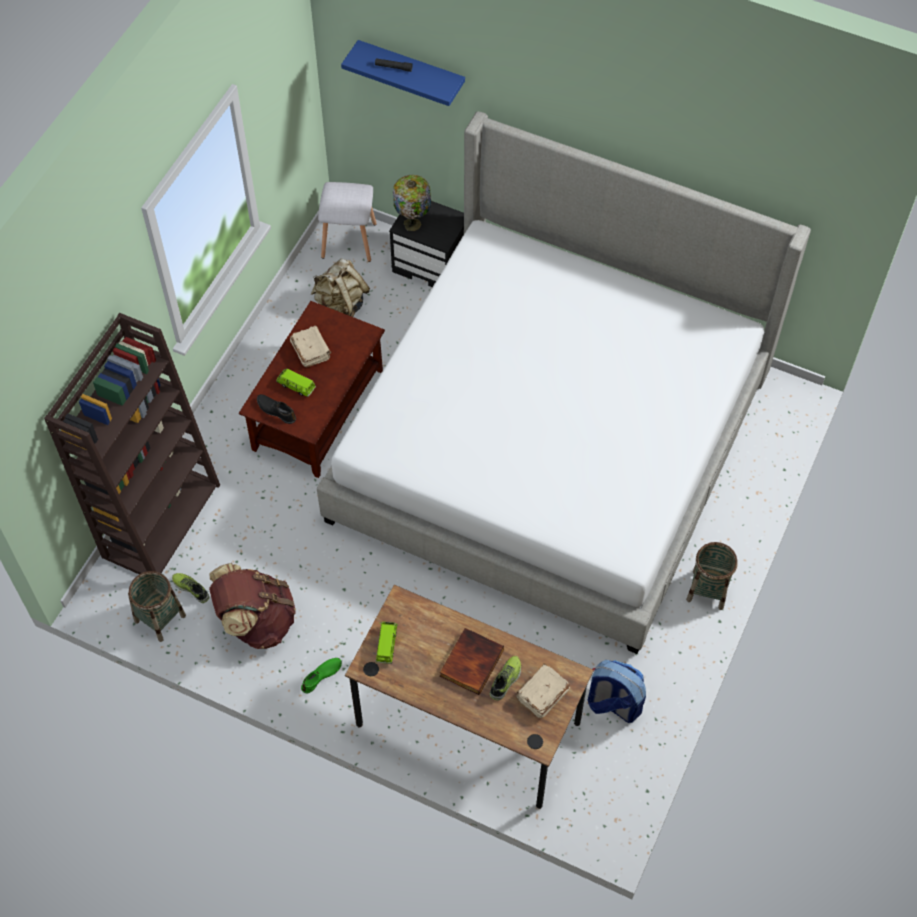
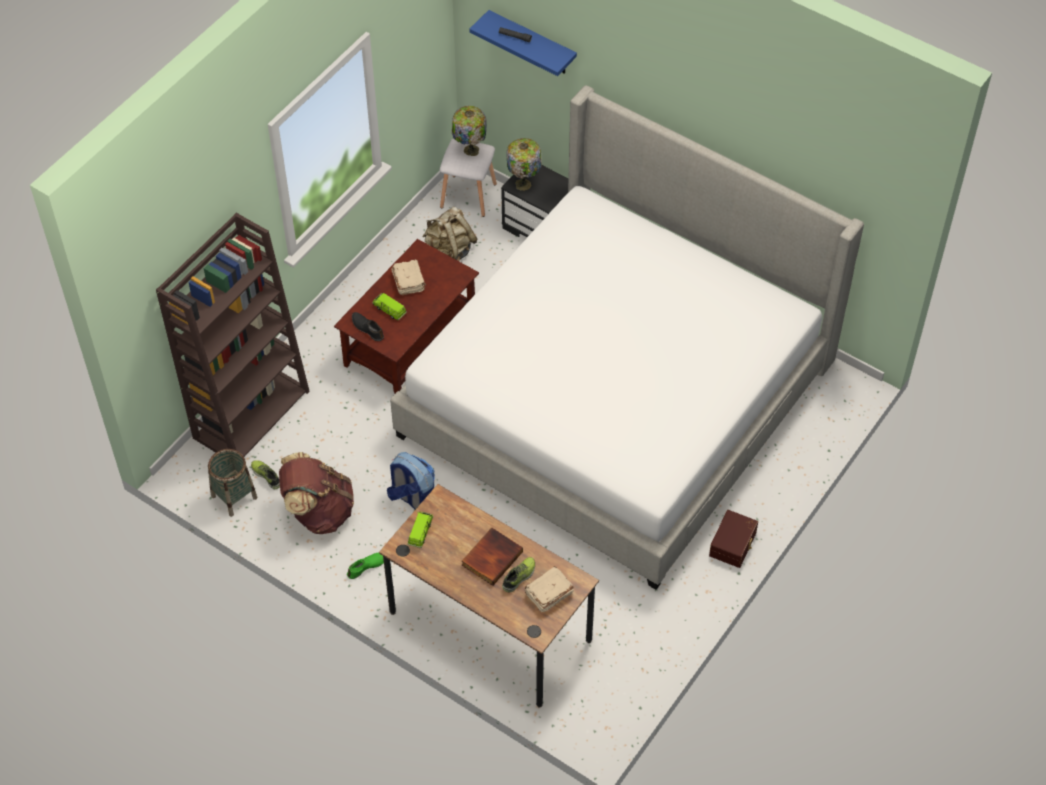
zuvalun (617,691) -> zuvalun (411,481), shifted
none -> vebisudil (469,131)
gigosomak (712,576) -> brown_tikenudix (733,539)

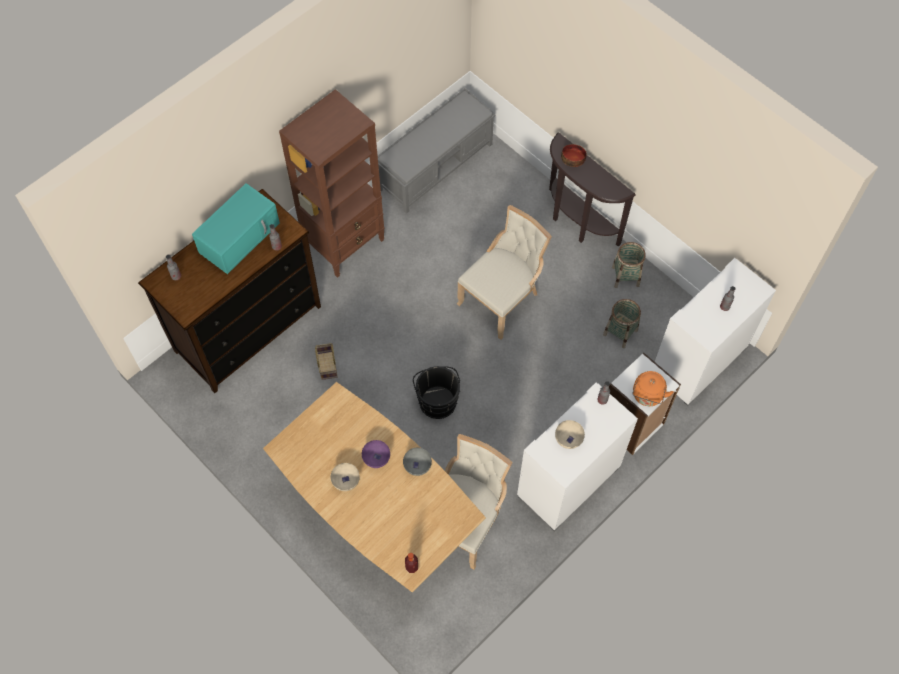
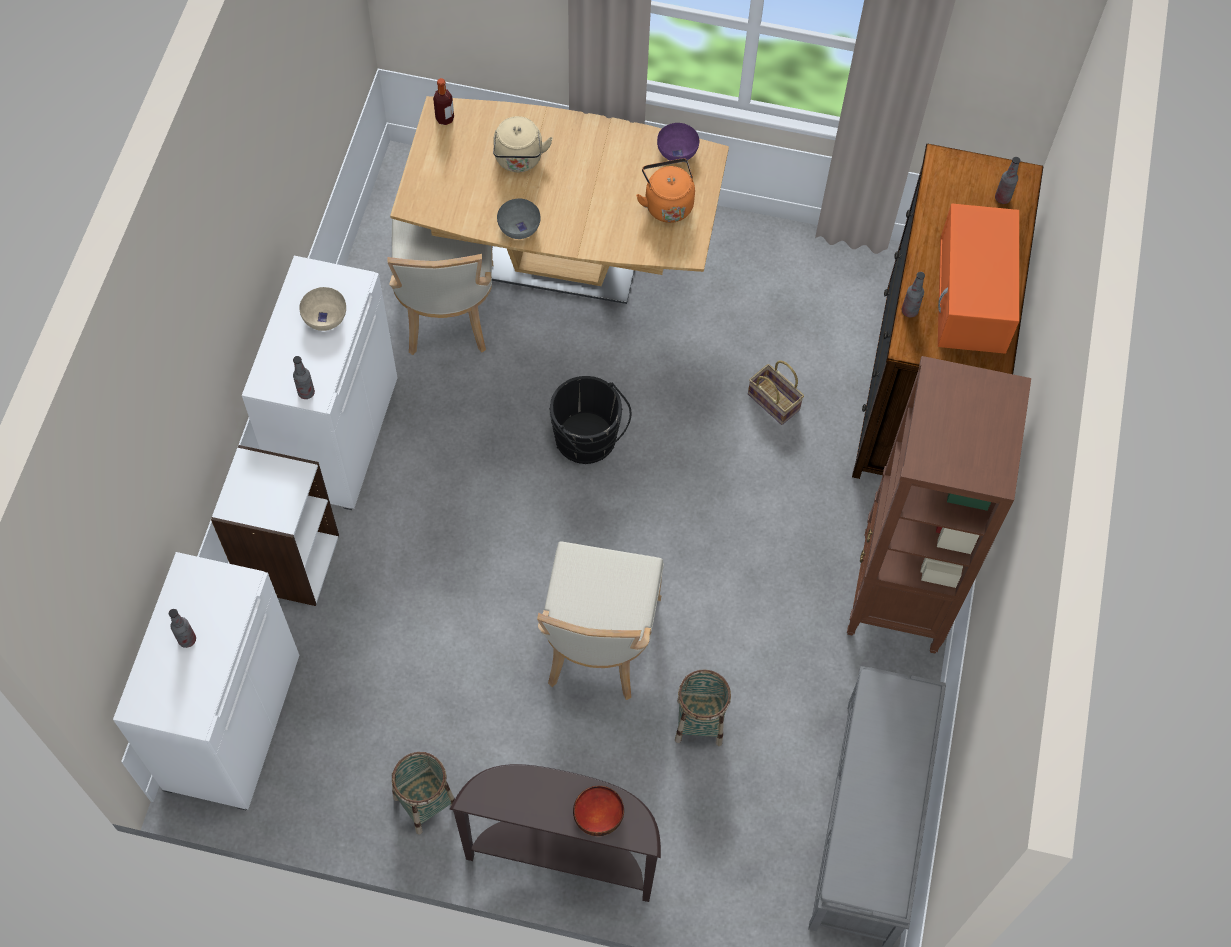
none -> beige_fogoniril (523,144)
orange_fogoniril (653,388) -> orange_fogoniril (665,190), shifted
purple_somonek (376,454) -> purple_somonek (678,142), shifted
gigosomak (622,323) -> gigosomak (703,707), shifted
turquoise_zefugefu (236,228) -> orange_zefugefu (978,279)
beige_somonek (345,477) -> none

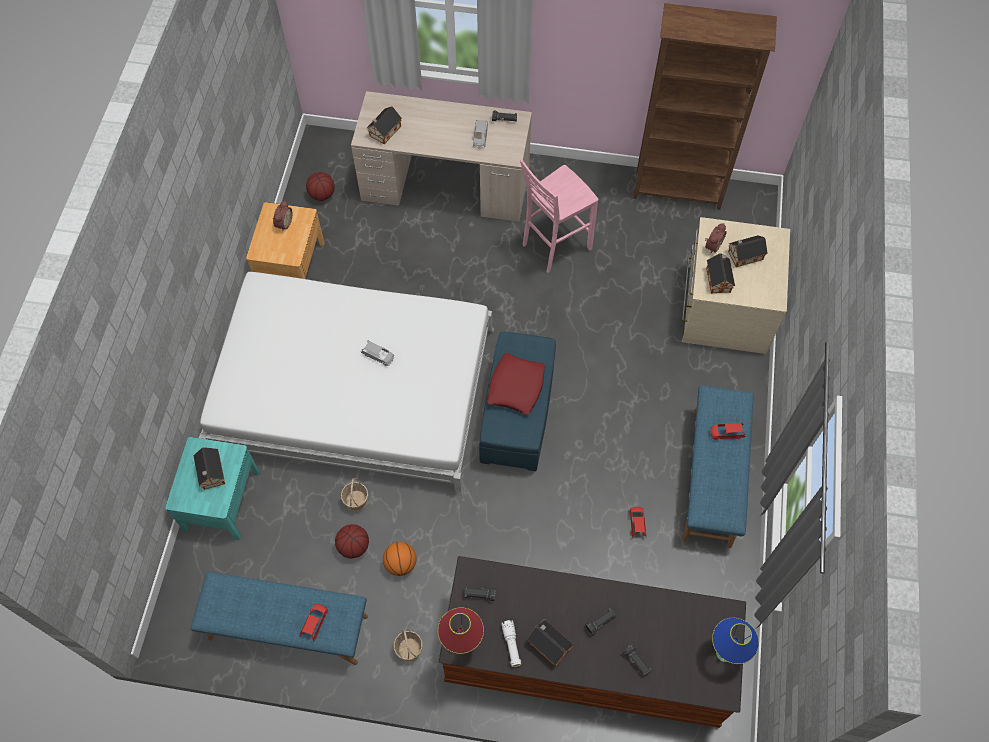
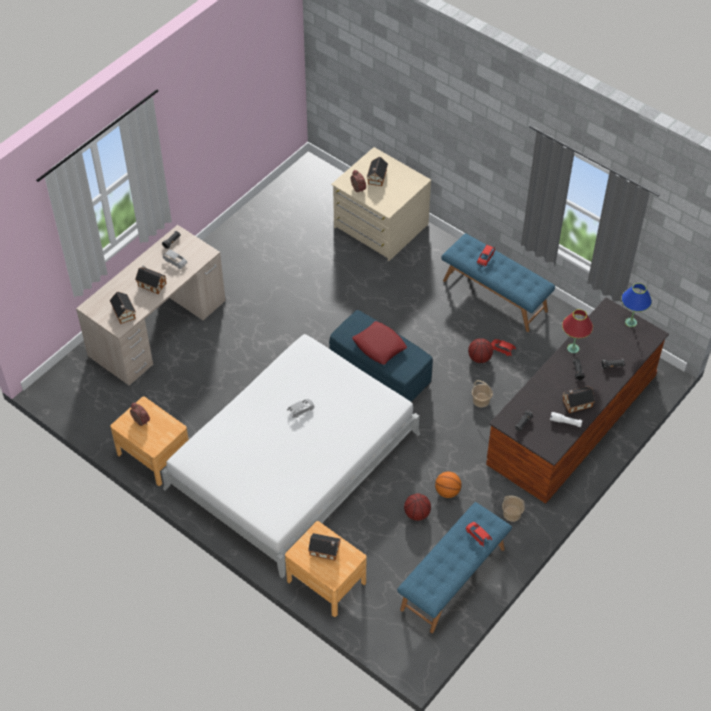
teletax (720,273) -> teletax (150,280), shifted
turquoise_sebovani (212,488) -> brown_sebovani (326,569)
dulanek (320,186) -> dulanek (480,350), shifted
gigosomak (354,495) -> gigosomak (482,393), shifted
red_vebisudil (461,631) -> red_vebisudil (577,331), shifted
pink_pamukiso (559,216) -> none
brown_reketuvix (705,106) -> none

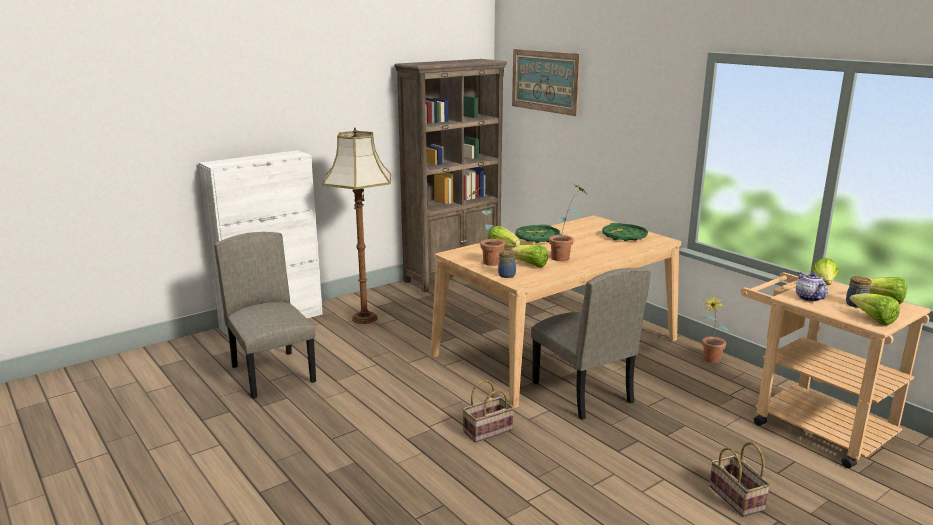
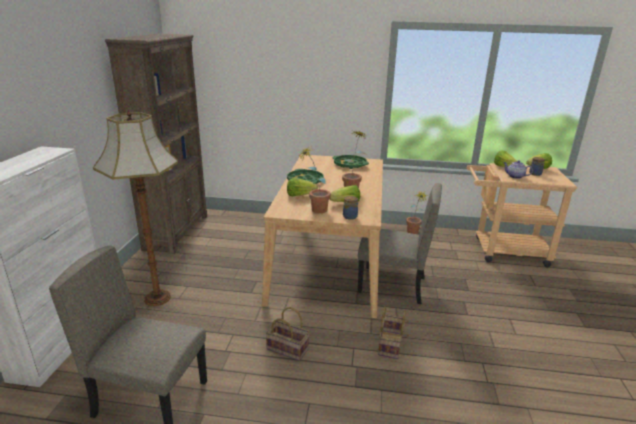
gigosomak (740,479) -> gigosomak (288,334), shifted
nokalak (546,82) -> none
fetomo (874,309) -> none

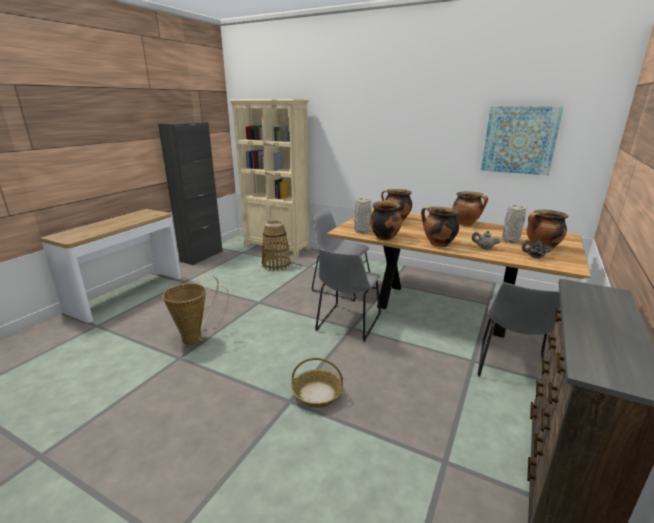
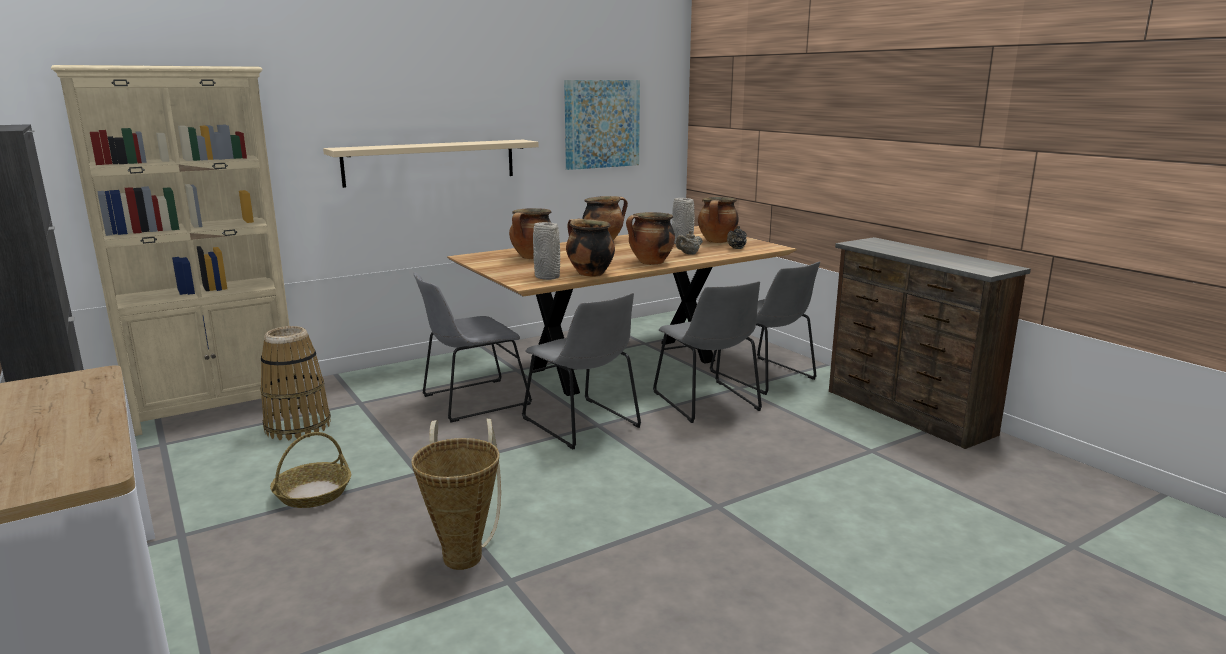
gigosomak (317,383) -> gigosomak (310,470), shifted
none -> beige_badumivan (431,164)
none -> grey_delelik (707,352)

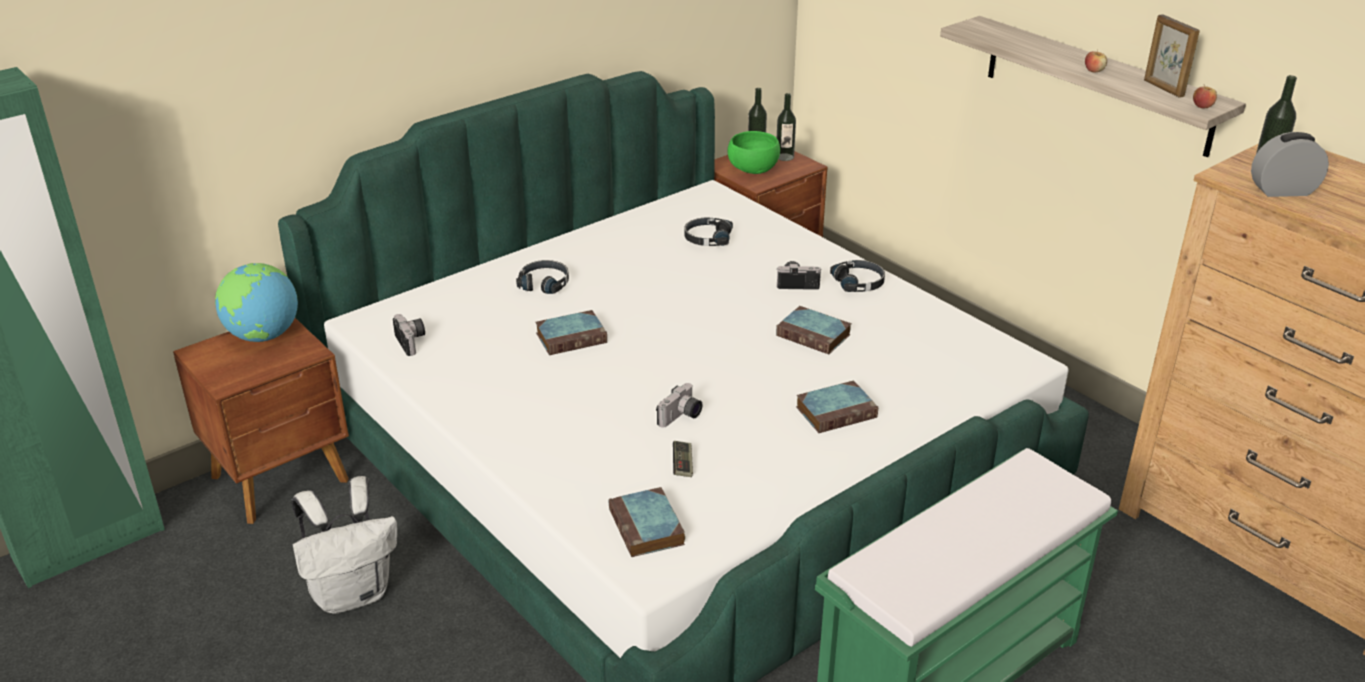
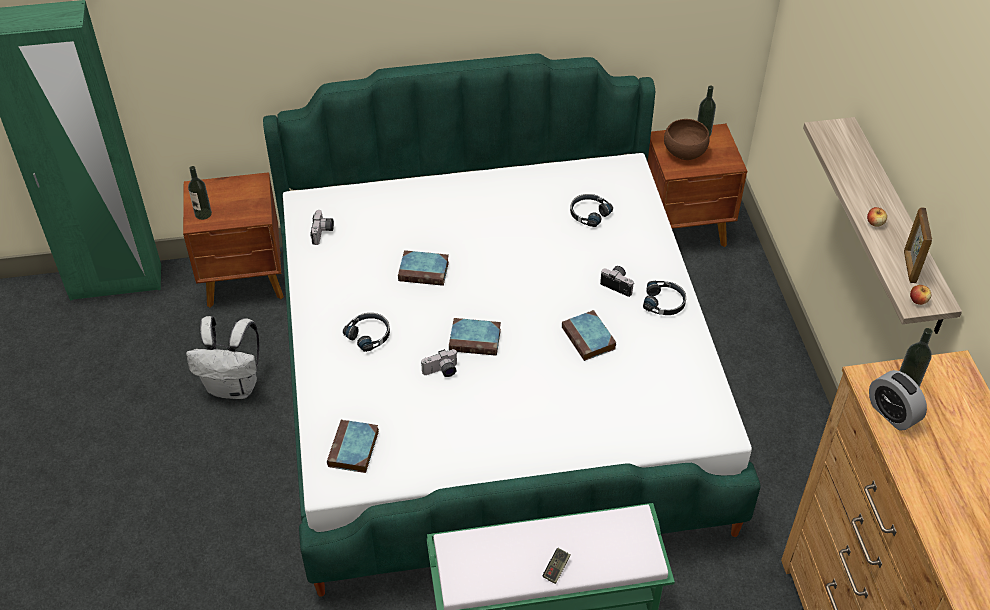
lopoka (786,127) -> lopoka (200,193), shifted
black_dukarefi (542,277) -> black_dukarefi (366,332), shifted
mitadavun (837,407) -> mitadavun (475,337), shifted
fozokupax (683,459) -> fozokupax (556,566), shifted
green_somonek (753,152) -> brown_somonek (687,139)
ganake (1290,164) -> ganake (898,400), 150 degrees counterclockwise
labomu (256,302) -> none

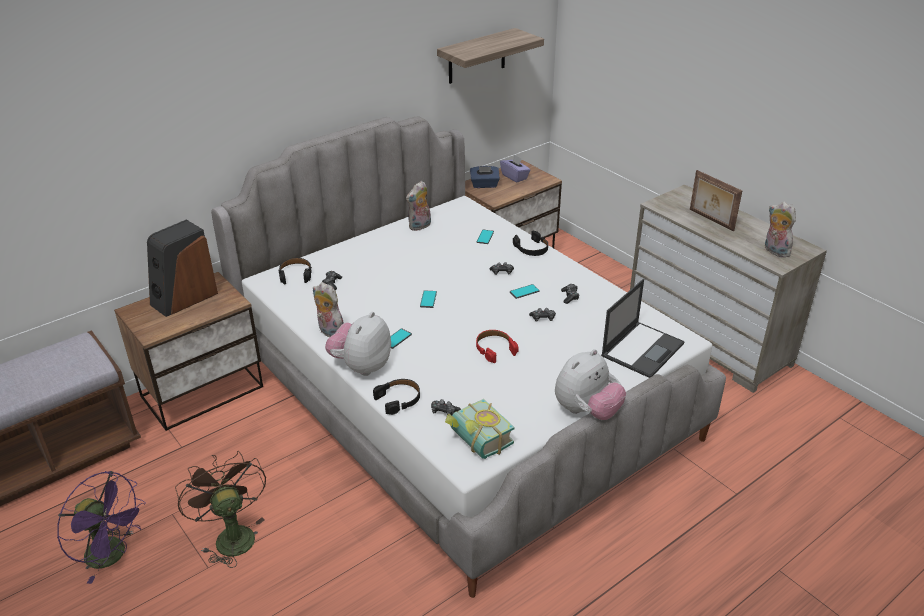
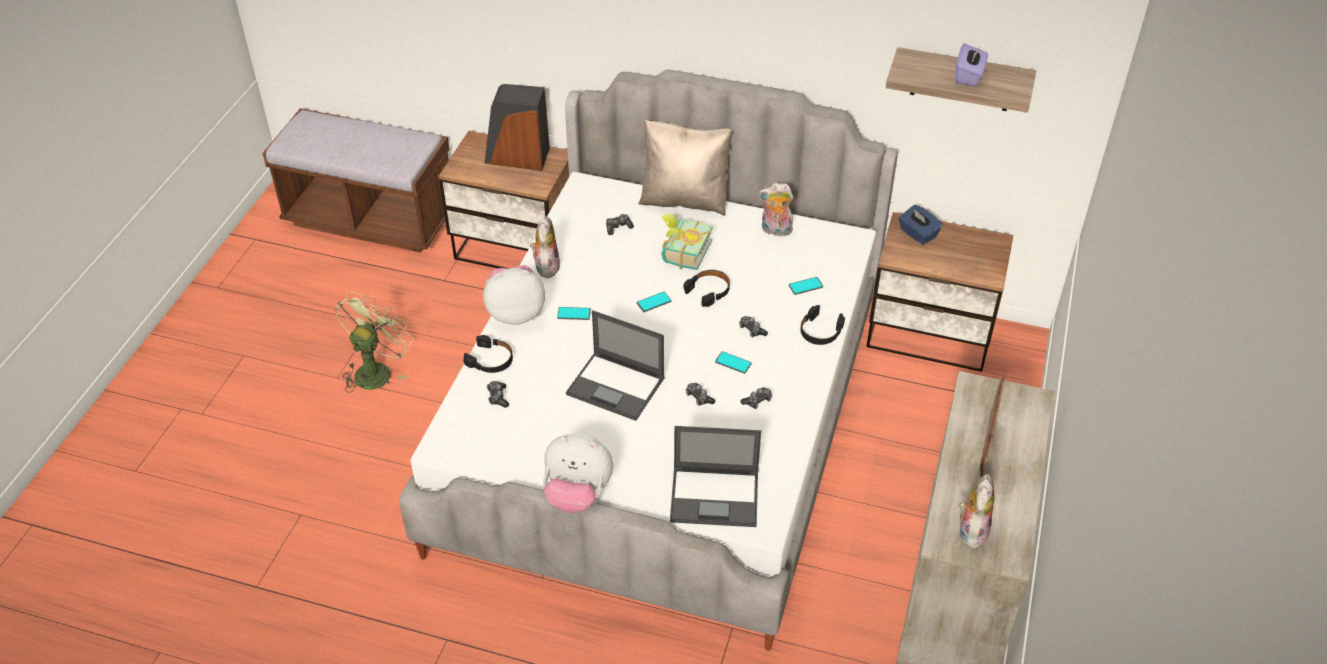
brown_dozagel (220,509) -> green_dozagel (374,342)
red_dukarefi (497,346) -> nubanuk (615,365)
none -> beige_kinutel (685,168)
mitadavun (480,429) -> mitadavun (687,242), shifted
black_dukarefi (295,271) -> black_dukarefi (706,288), shifted
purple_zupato (515,168) -> purple_zupato (971,65), shifted
purple_dozagel (101,527) -> none

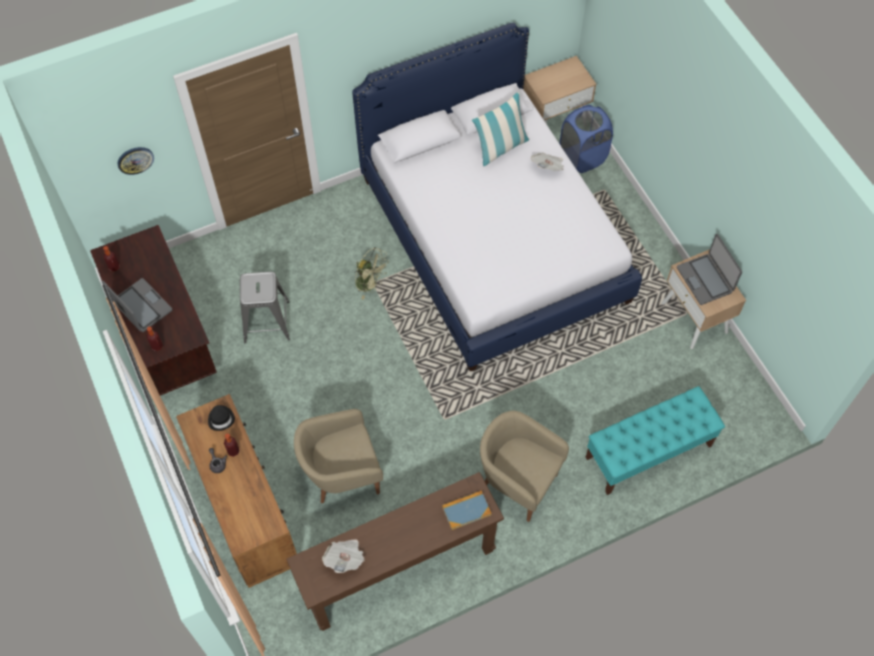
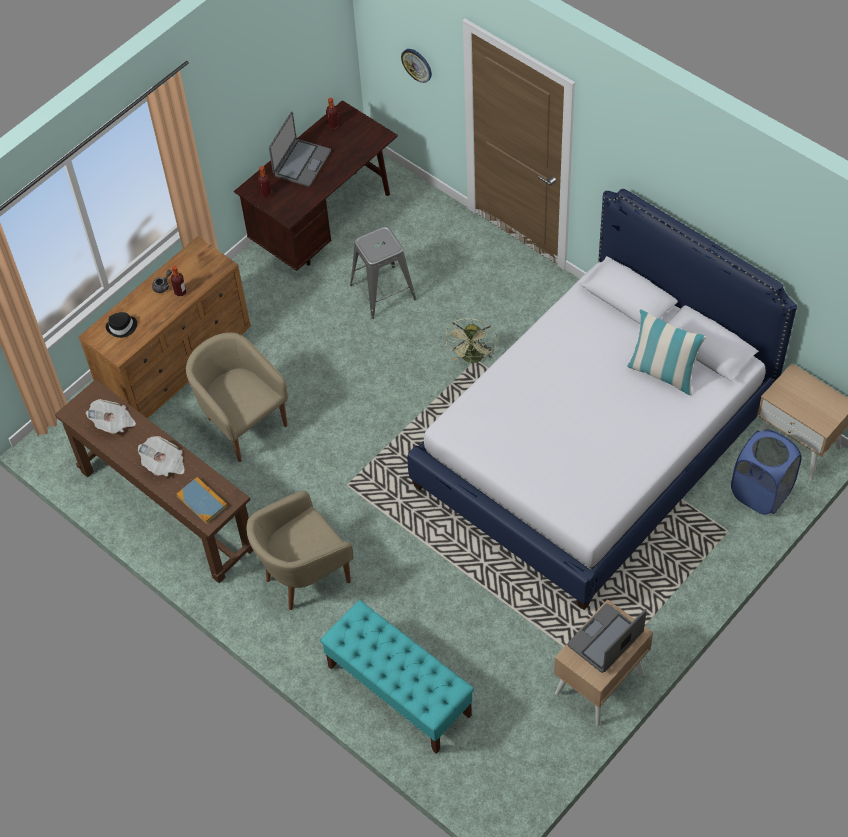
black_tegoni (221,418) -> black_tegoni (121,325), shifted
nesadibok (547,161) -> nesadibok (161,456), shifted
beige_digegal (524,466) -> beige_digegal (300,550), 135 degrees counterclockwise

